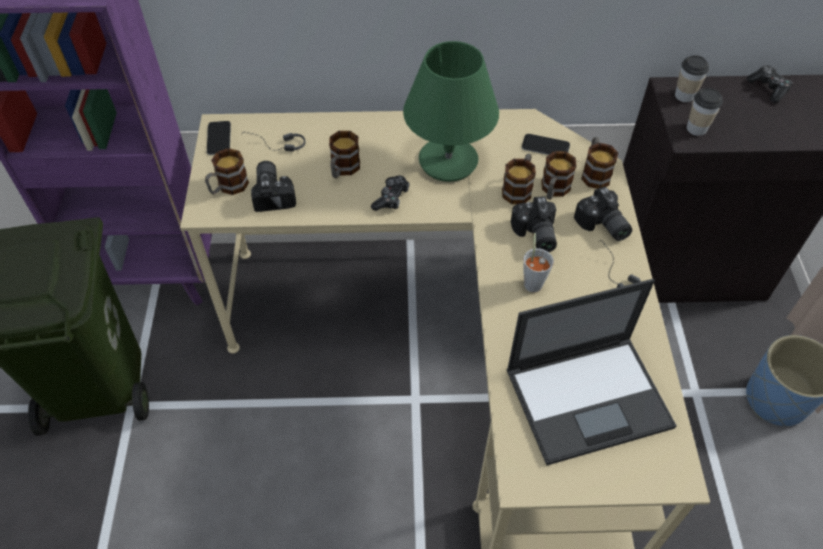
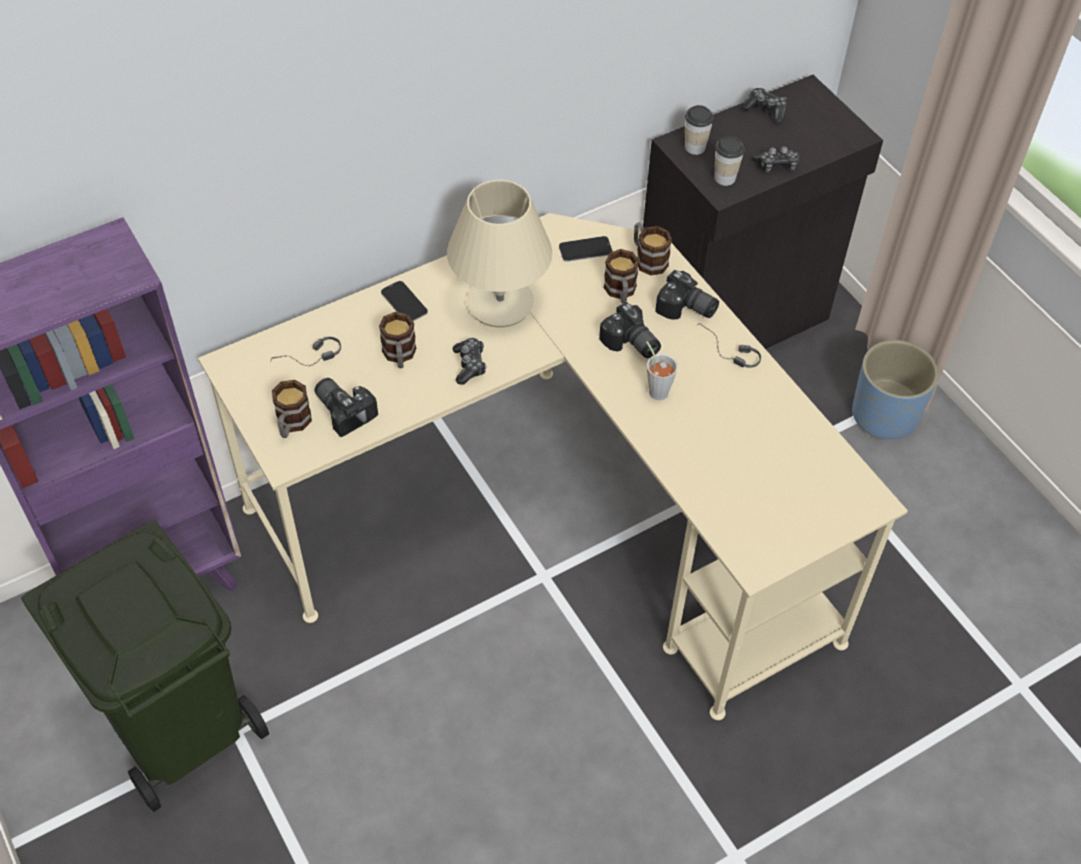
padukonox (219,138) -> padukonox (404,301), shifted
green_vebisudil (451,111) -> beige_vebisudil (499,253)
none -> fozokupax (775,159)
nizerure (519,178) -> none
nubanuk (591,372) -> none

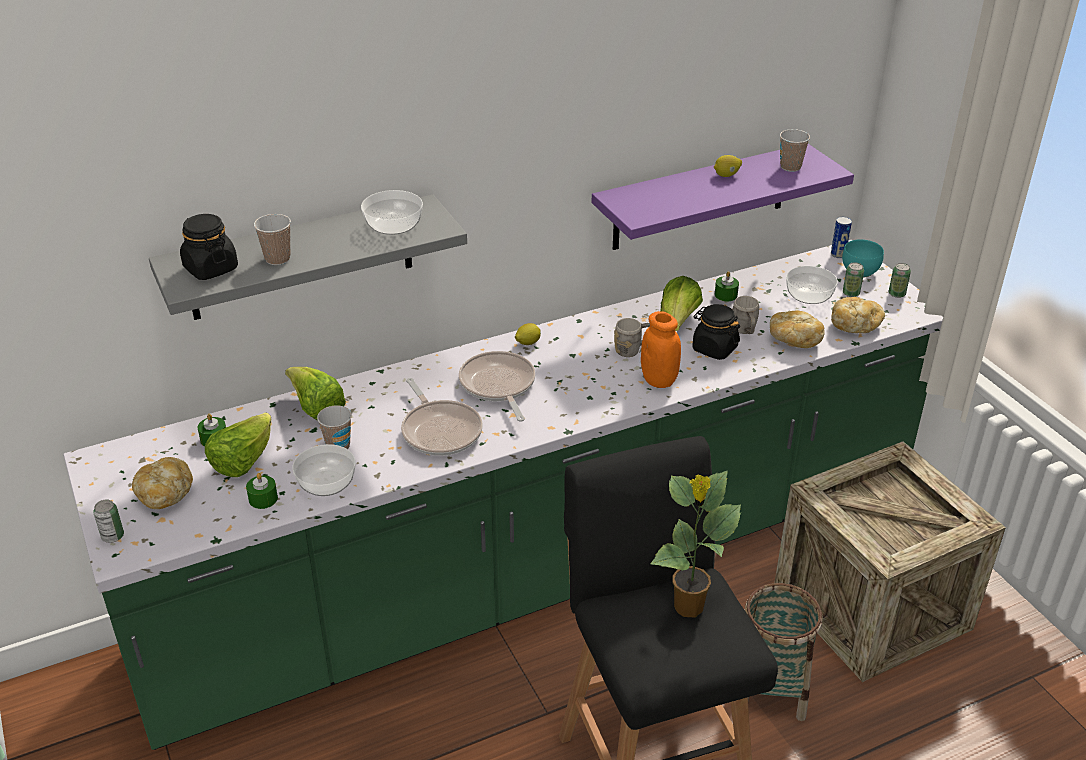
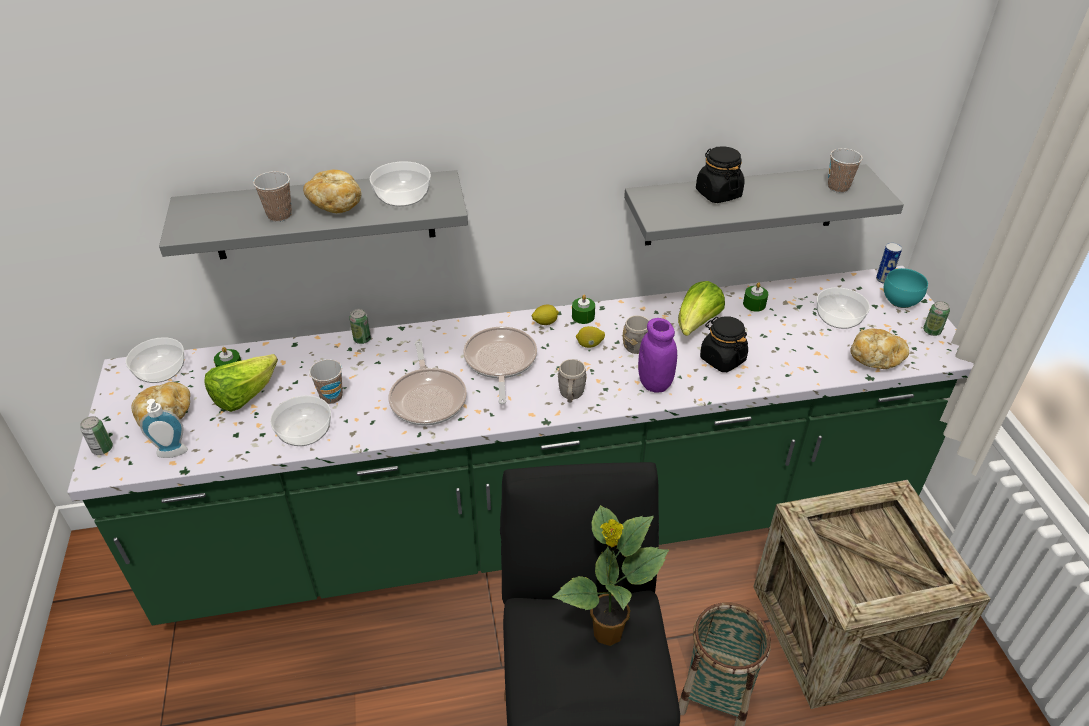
none -> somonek (155,360)
none -> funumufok (164,428)
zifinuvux (797,329) -> zifinuvux (332,191), shifted
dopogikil (853,279) -> dopogikil (360,326), shifted
grey_nizerure (745,315) -> grey_nizerure (572,381), shifted
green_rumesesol (262,491) -> green_rumesesol (583,309), shifted
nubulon (728,166) -> nubulon (590,337), shifted
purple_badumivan (723,197) -> grey_badumivan (764,204)
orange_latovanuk (661,349) -> purple_latovanuk (657,355)
black_latovanuk (209,247) -> black_latovanuk (720,174), shifted
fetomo (315,394) -> none

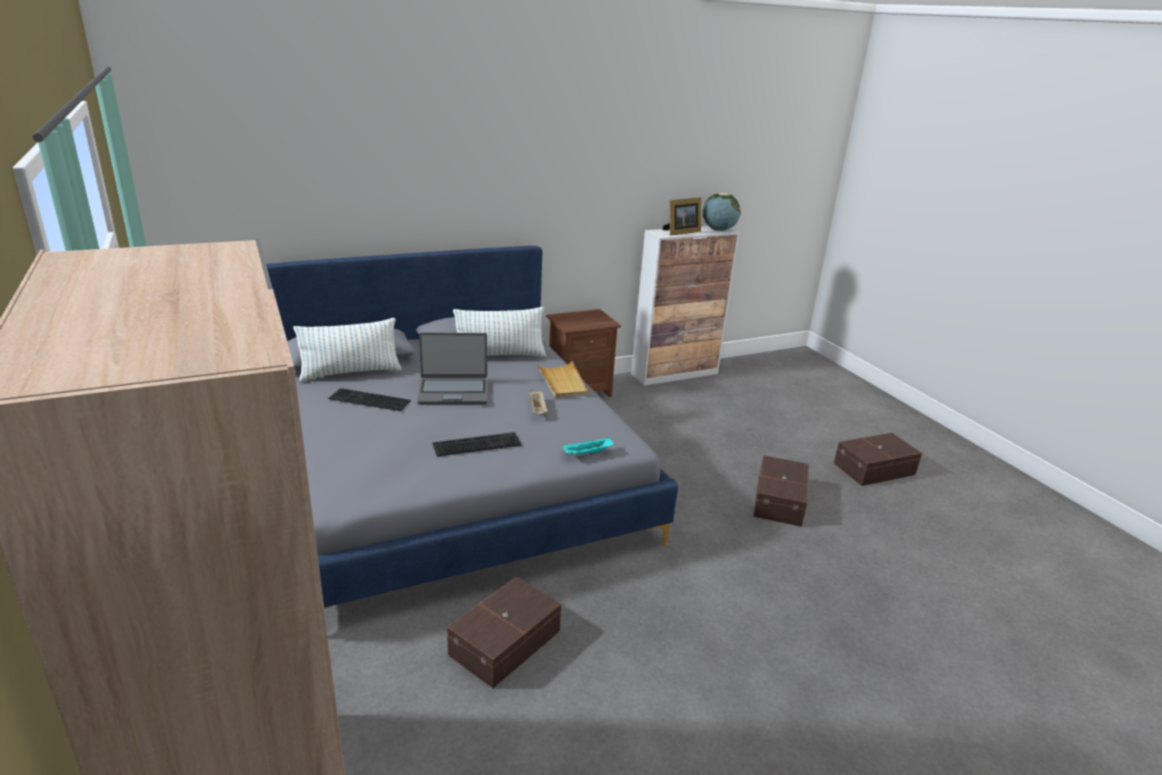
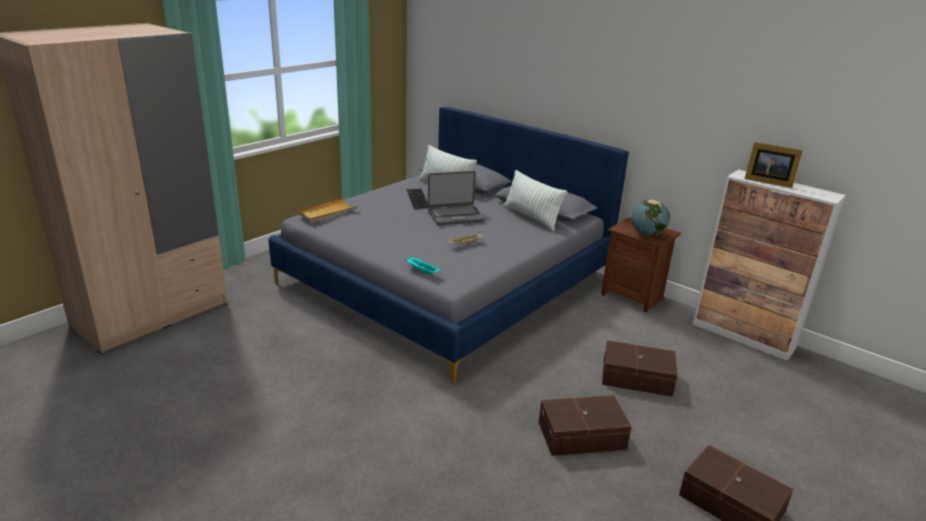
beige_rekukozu (562,379) -> beige_rekukozu (327,209), shifted
nubanuk (452,368) -> nubanuk (456,198), 75 degrees counterclockwise
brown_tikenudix (504,632) -> brown_tikenudix (640,368), shifted
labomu (721,212) -> labomu (651,218), shifted
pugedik (477,444) -> none

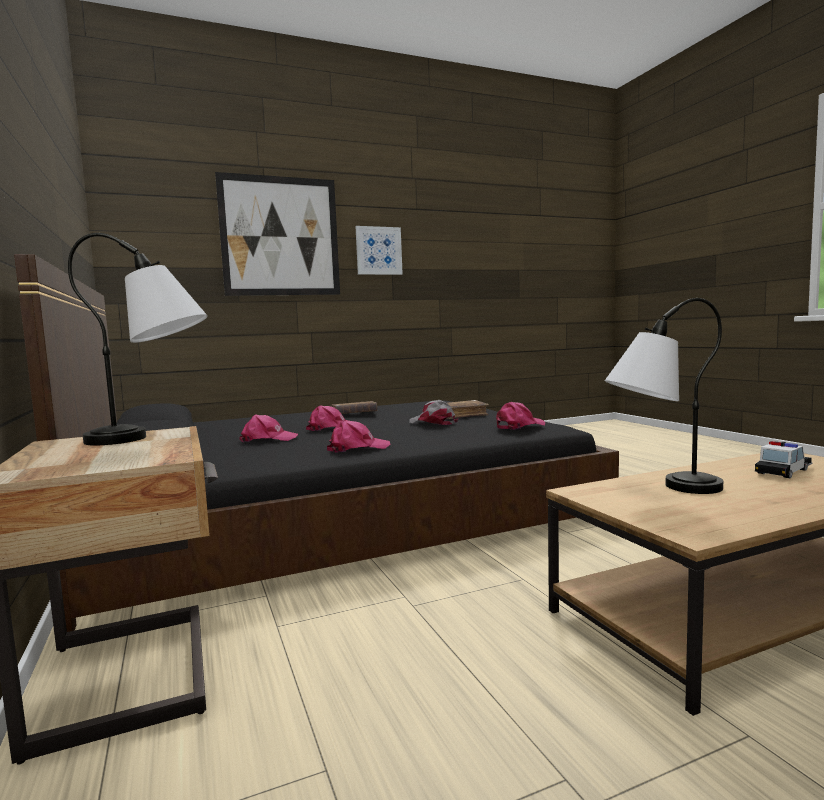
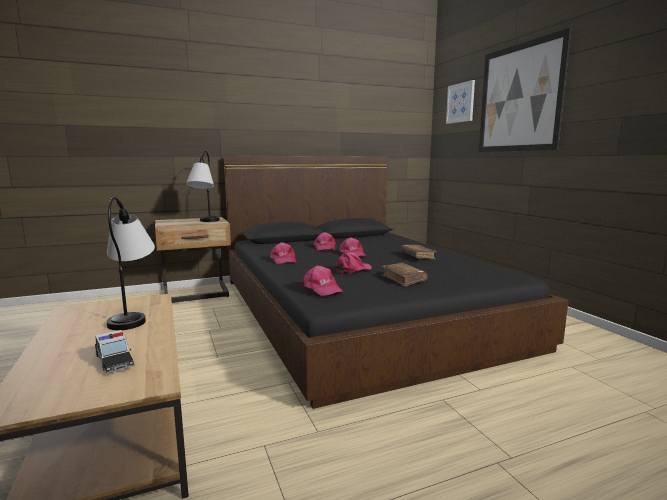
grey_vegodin (433,412) -> pink_vegodin (354,263)
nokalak (379,250) -> nokalak (460,102), shifted

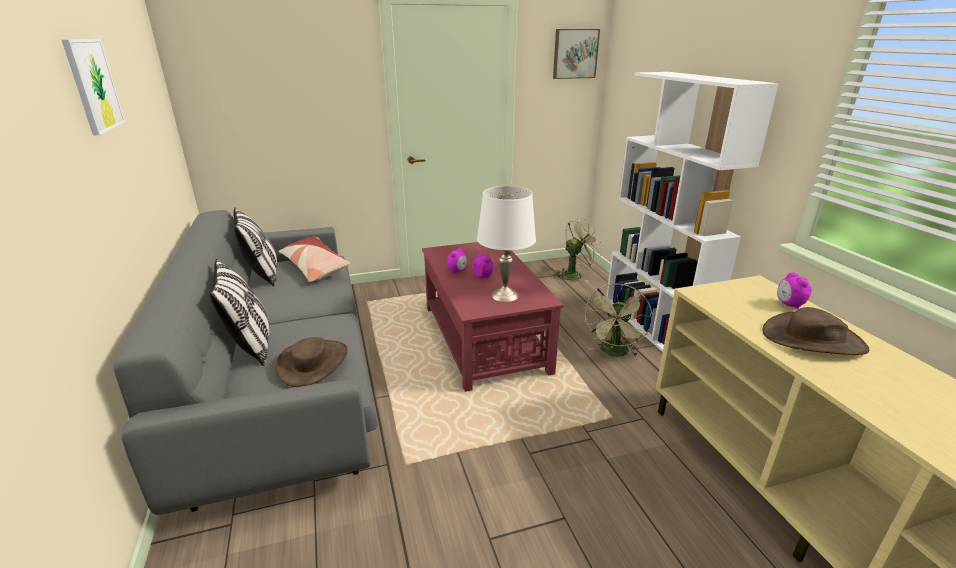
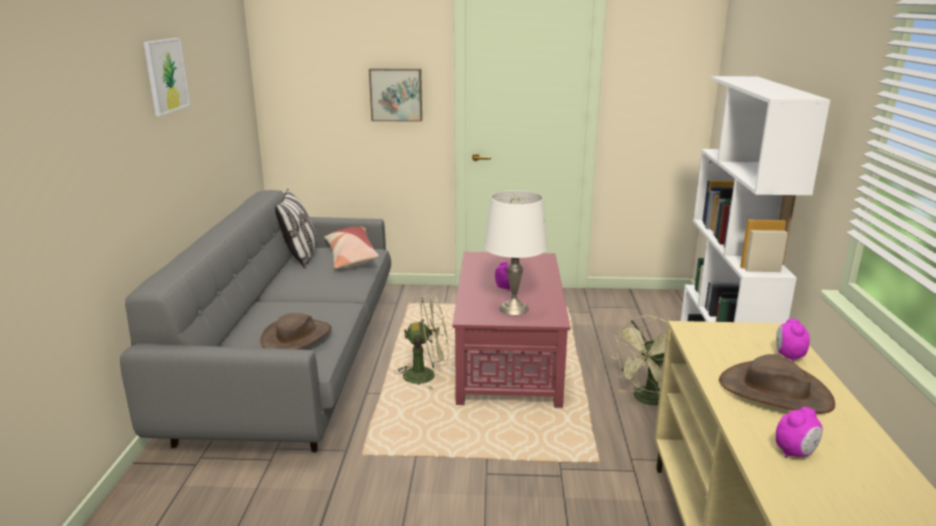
nokalak (576,54) -> nokalak (395,95), shifted
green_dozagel (577,251) -> green_dozagel (421,342), shifted
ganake (457,261) -> ganake (799,432), shifted
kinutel (240,312) -> none

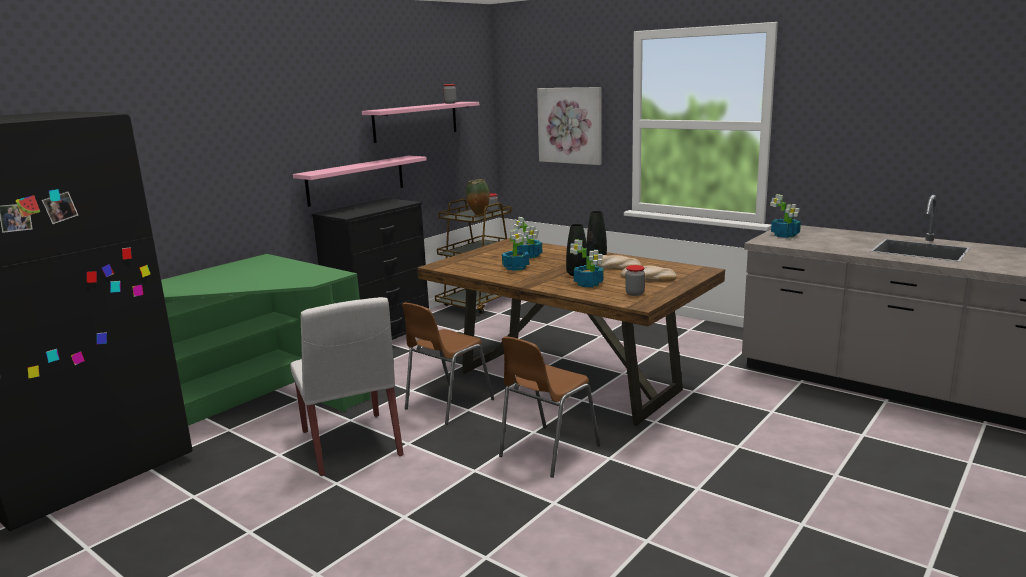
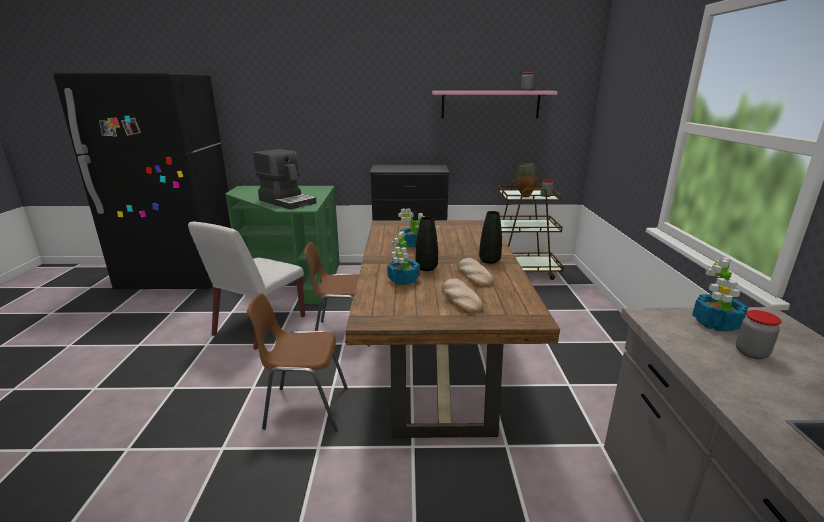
none -> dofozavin (285,179)
latovanuk (635,280) -> latovanuk (758,334), shifted
pink_badumivan (360,181) -> none
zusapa (528,238) -> none
nokalak (569,126) -> none

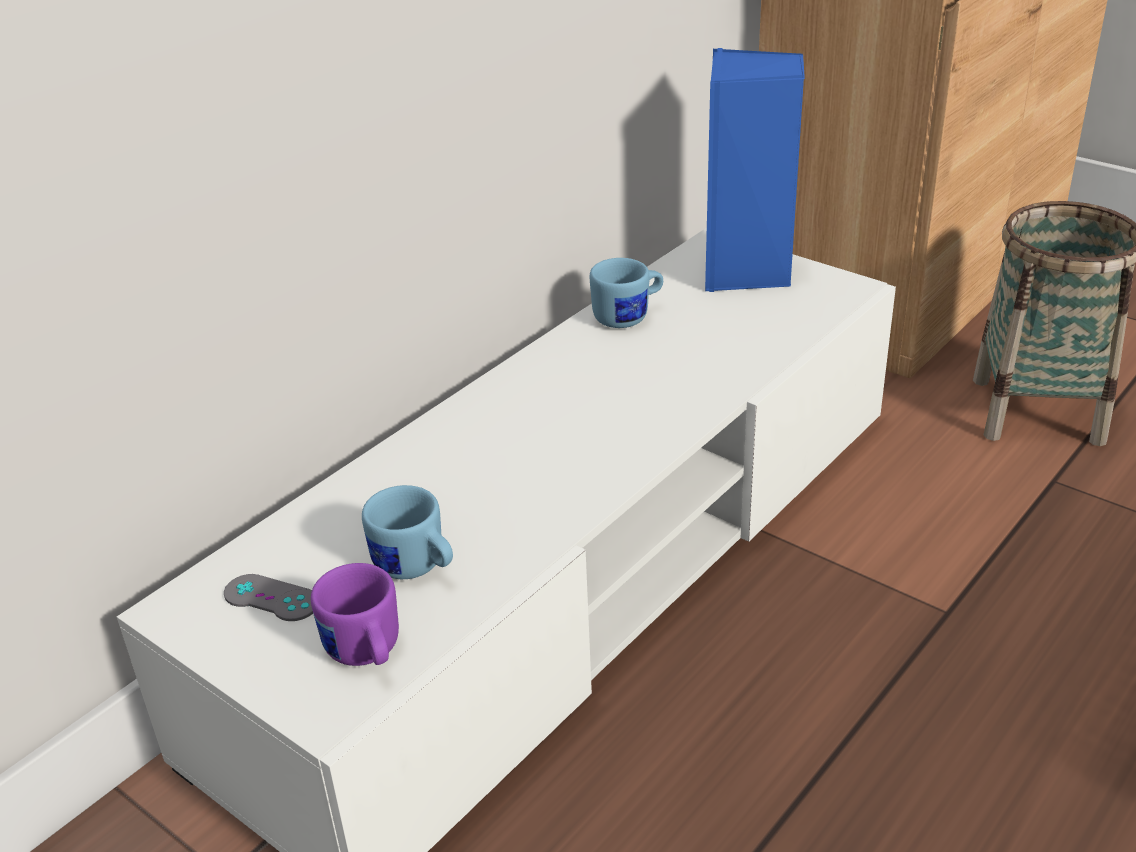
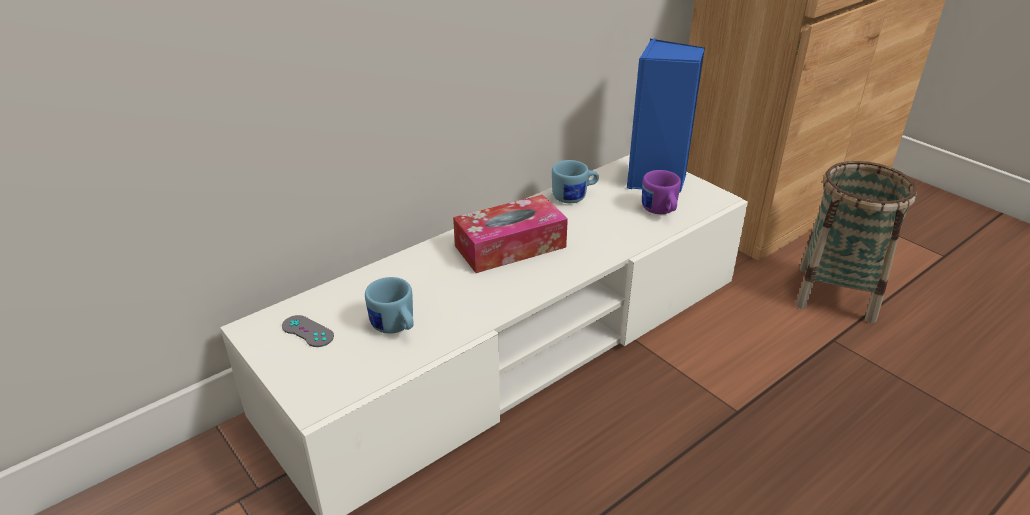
none -> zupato (510,234)
purple_nizerure (355,614) -> purple_nizerure (661,192), shifted

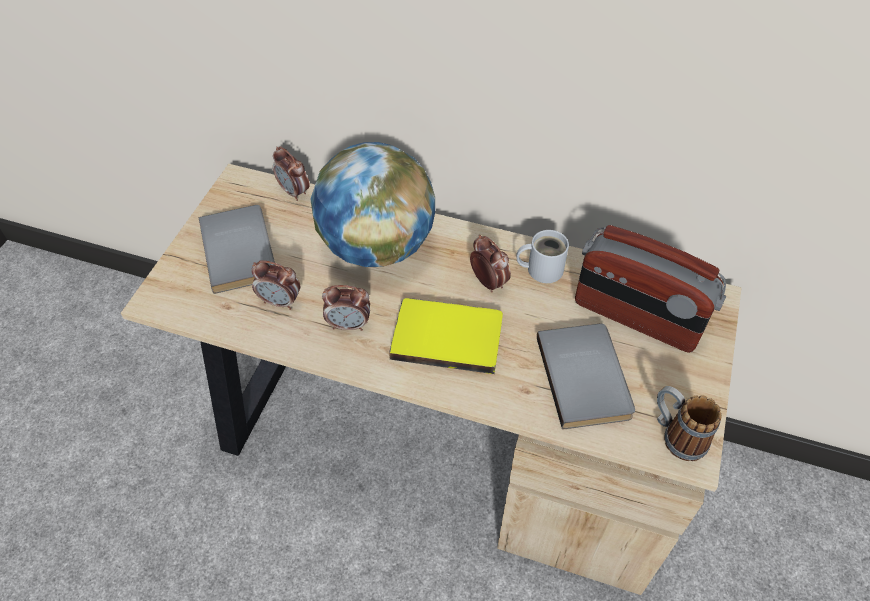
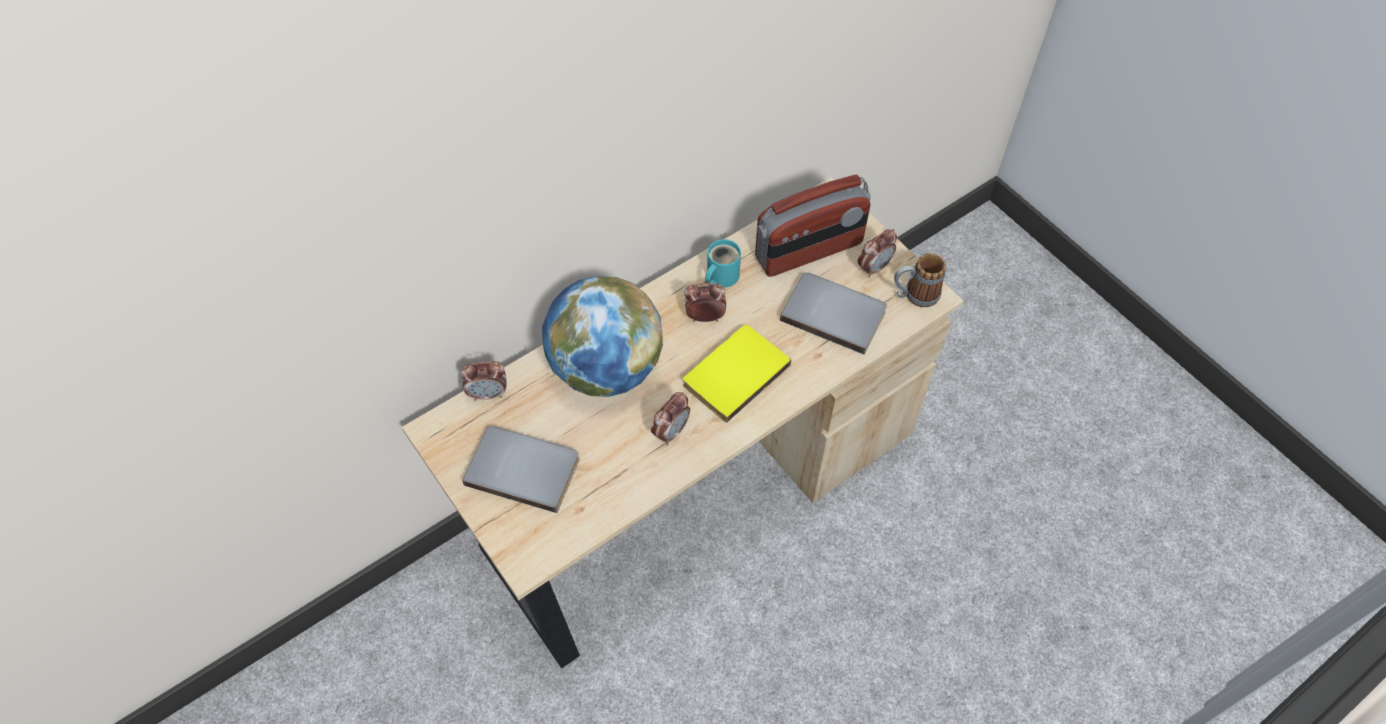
white_nizerure (543,256) -> turquoise_nizerure (723,263)
ganake (275,285) -> ganake (877,253), shifted

